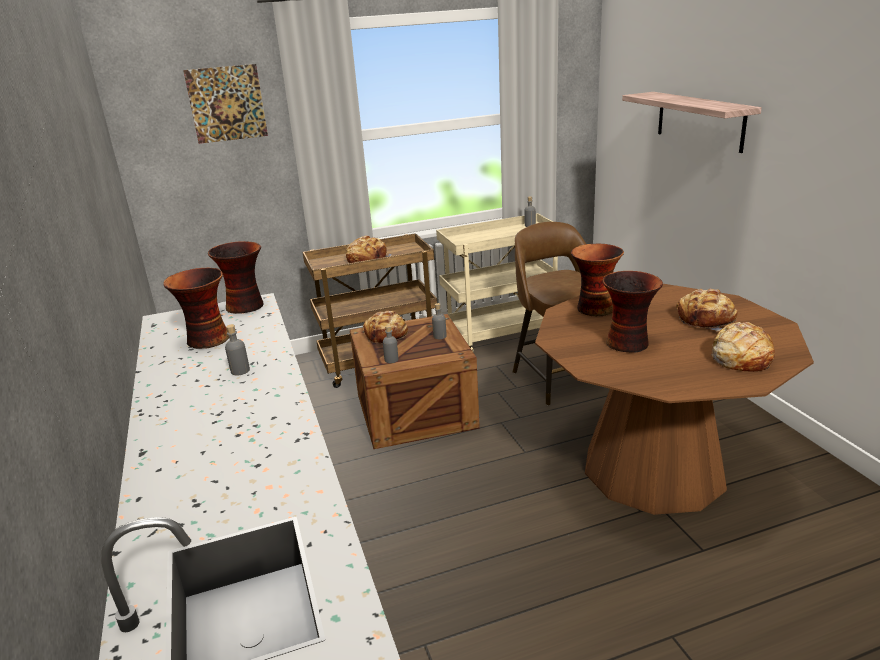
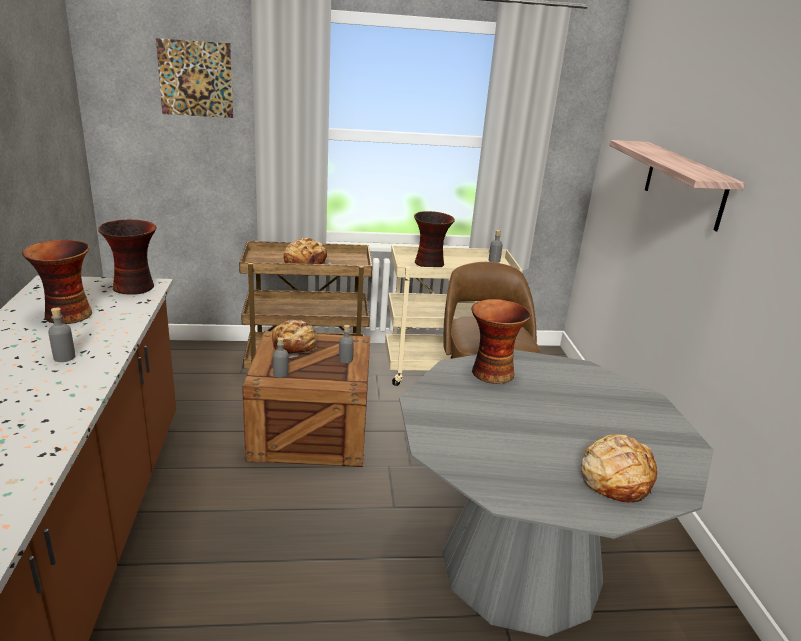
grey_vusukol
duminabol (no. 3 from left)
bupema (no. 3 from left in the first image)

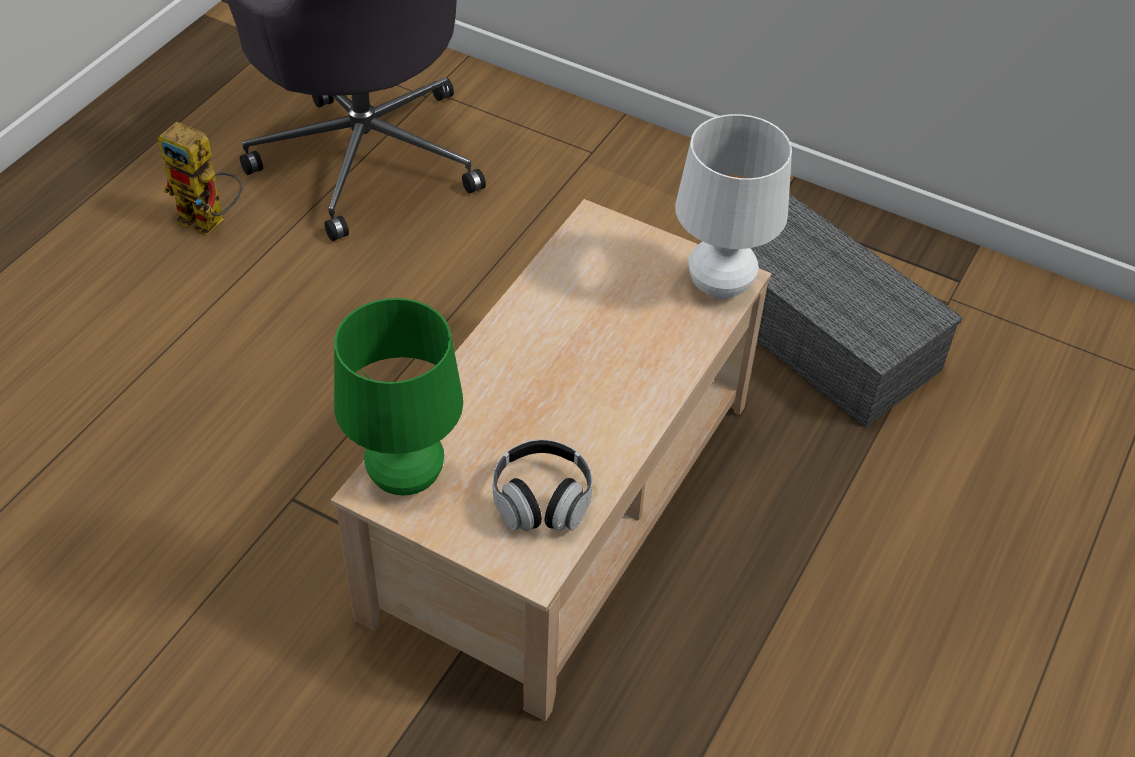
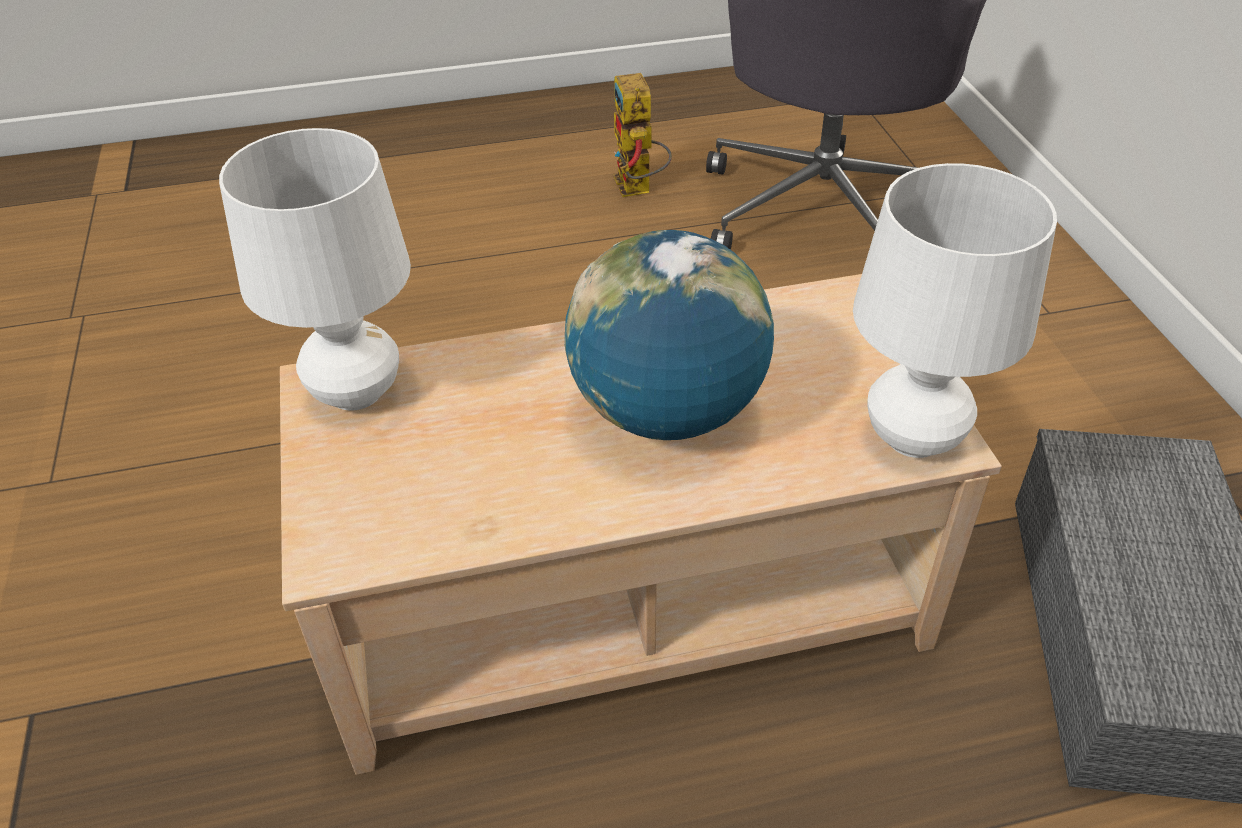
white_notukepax (no. 1 from left)
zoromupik
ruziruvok

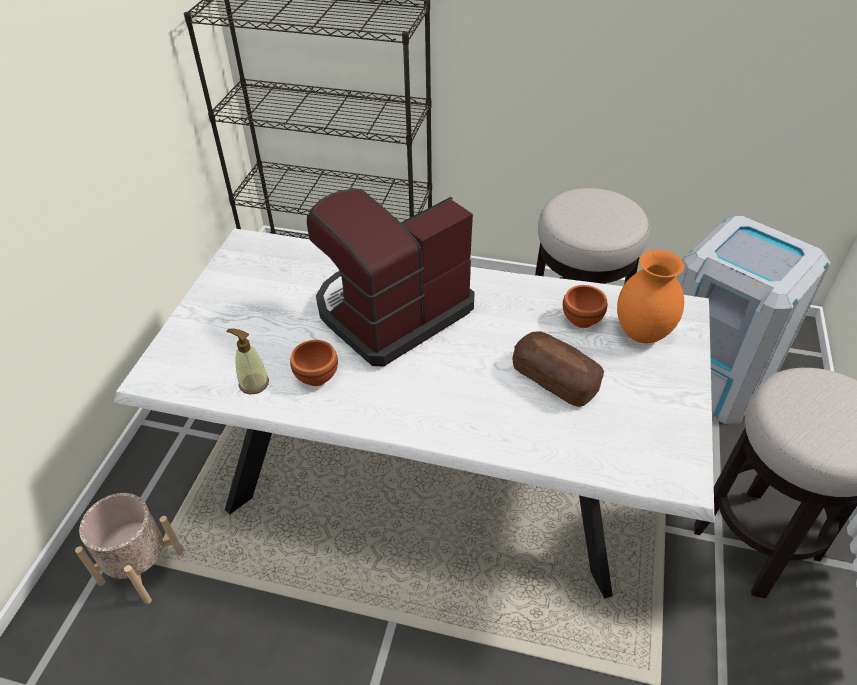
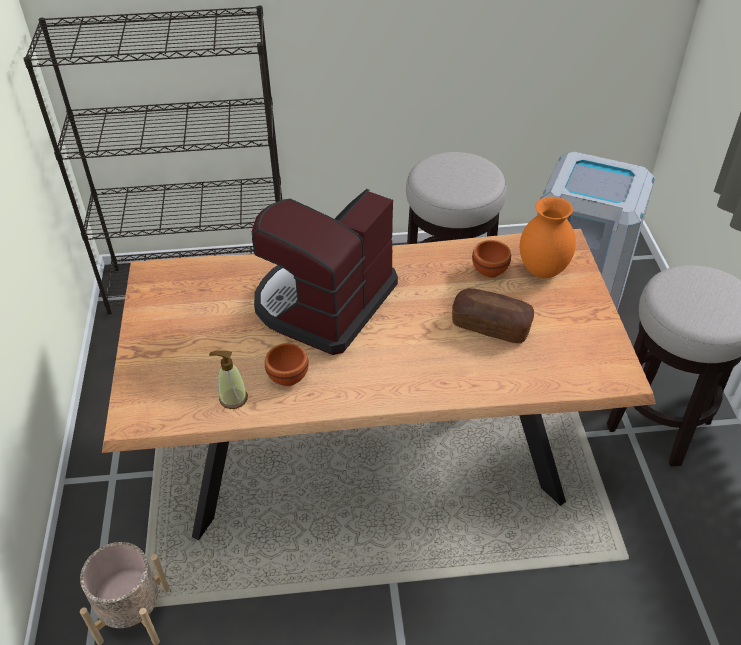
brown_vusukol

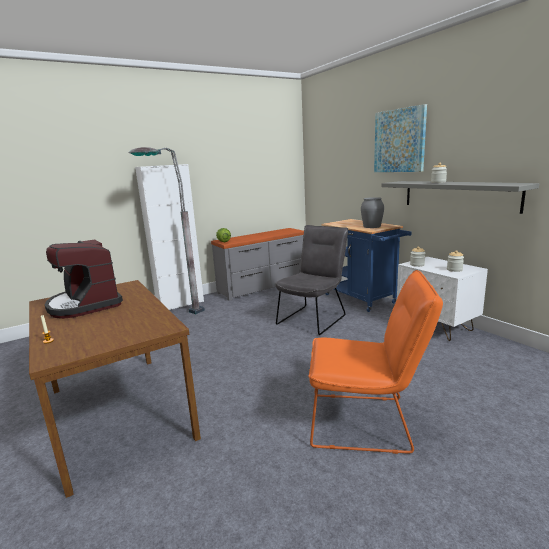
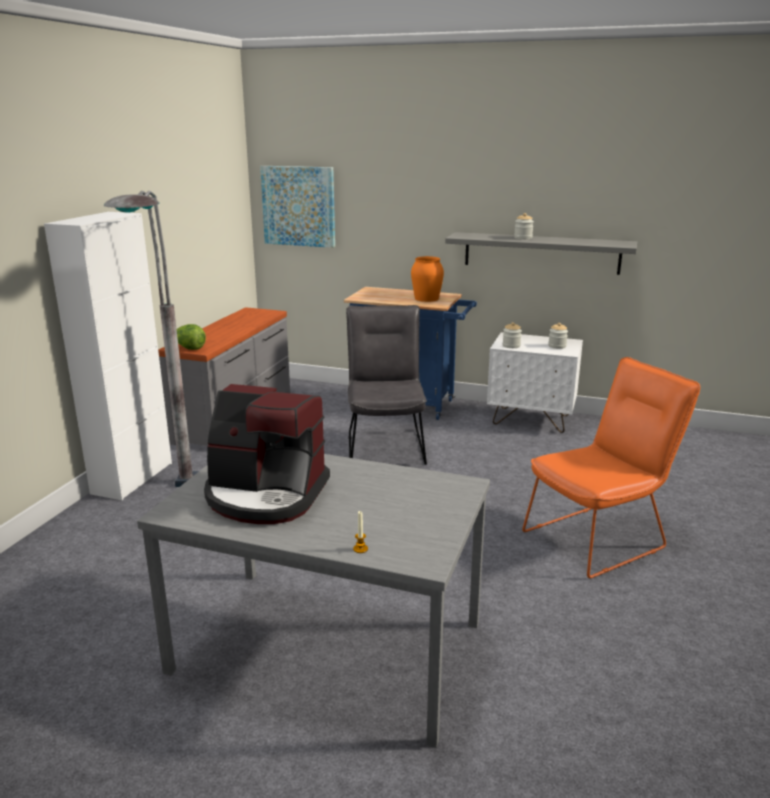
grey_vusukol
orange_duminabol
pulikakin

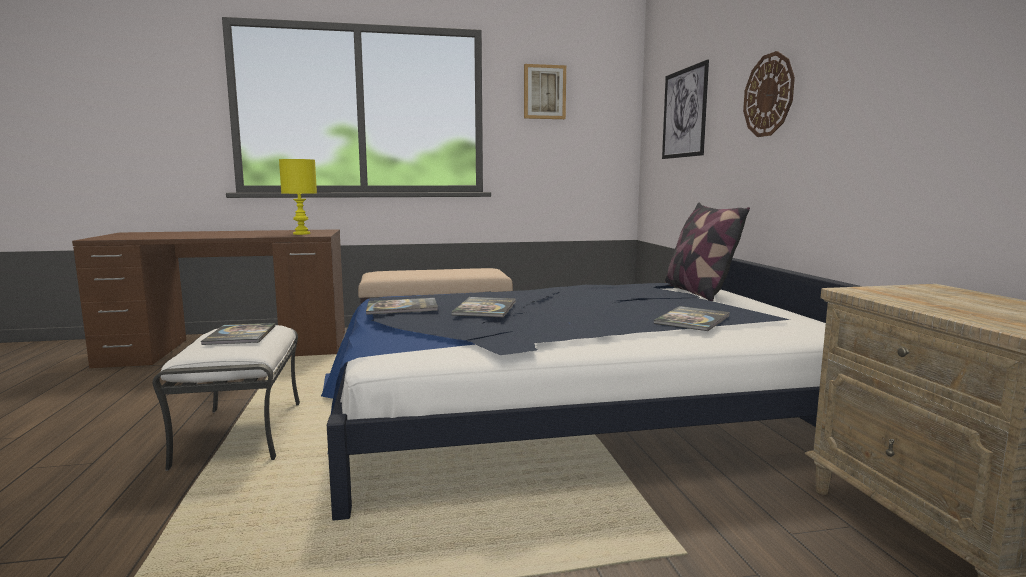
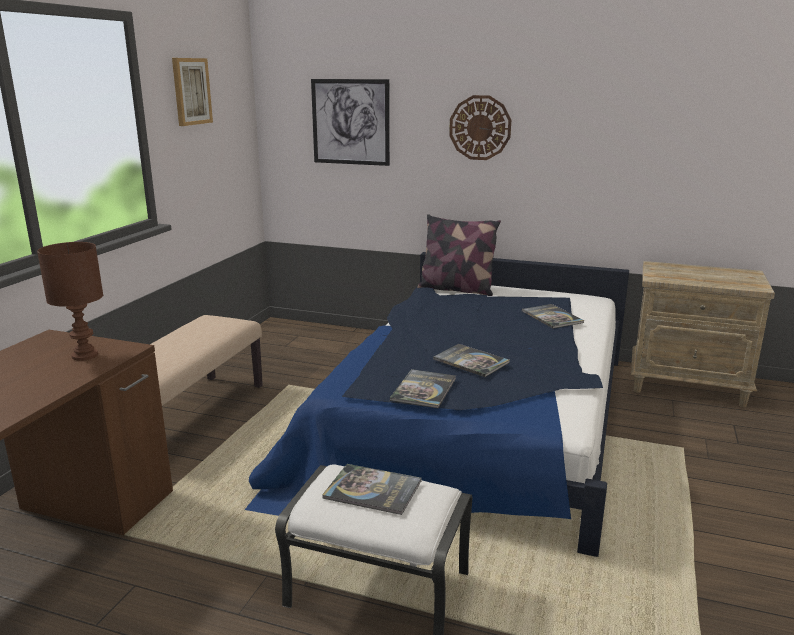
brown_notukepax

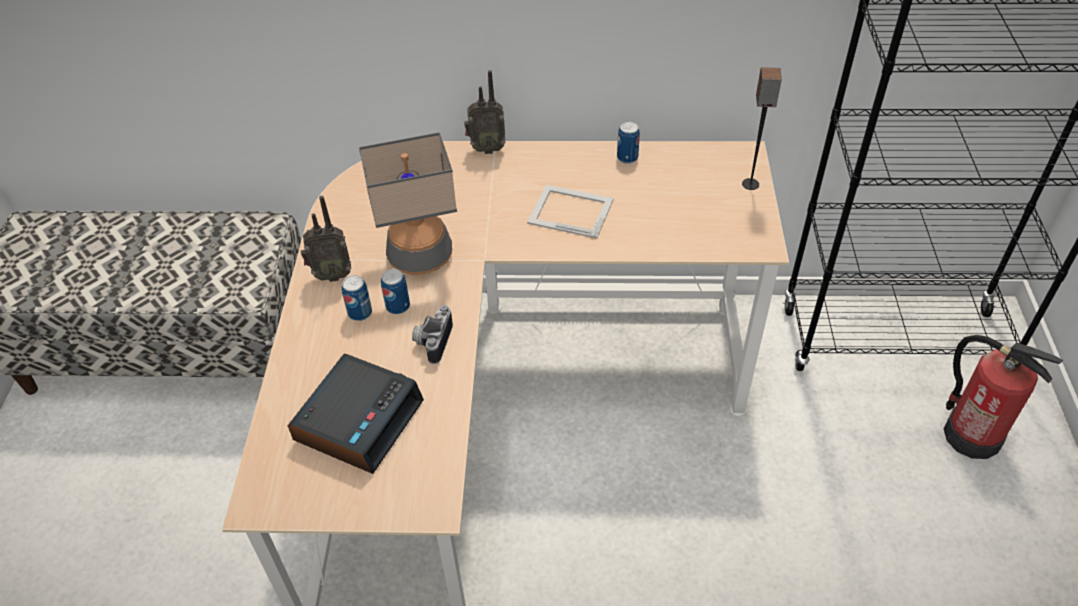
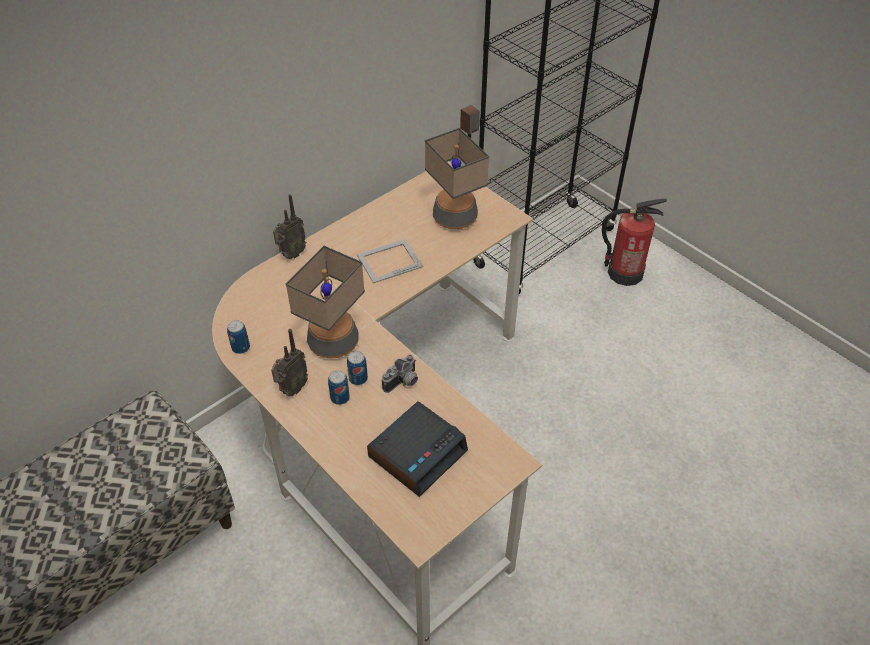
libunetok
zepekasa
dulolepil (no. 1 from left)
notukepax (no. 2 from left)

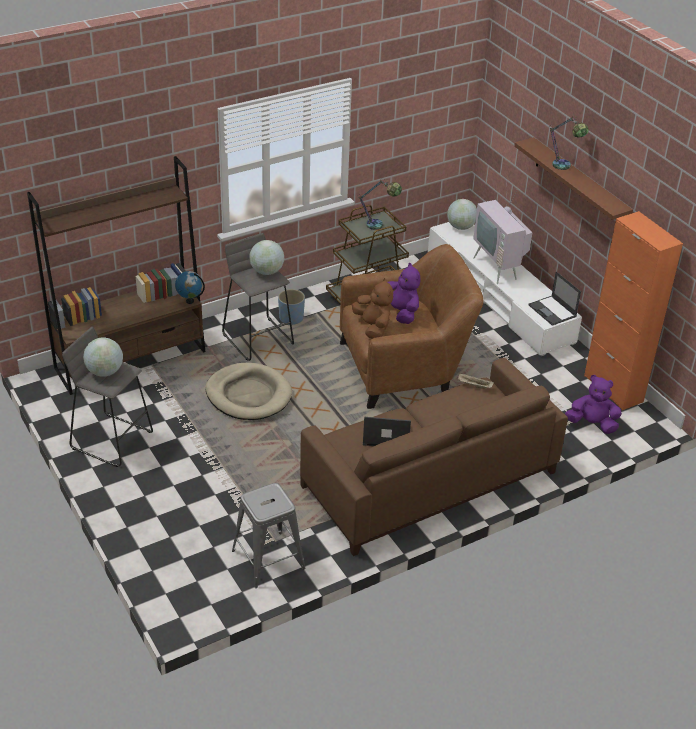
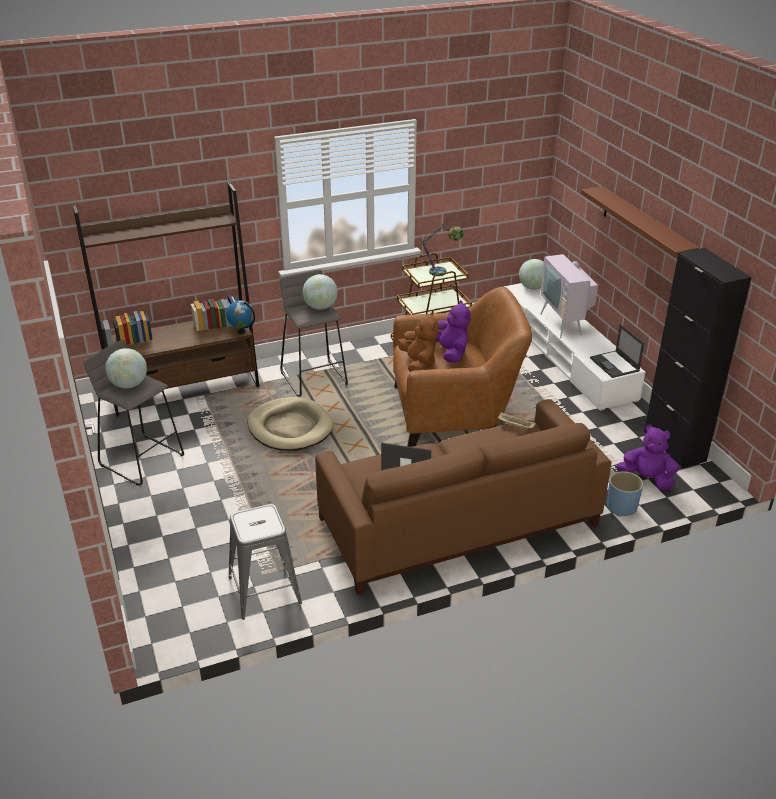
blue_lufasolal
notukepax (no. 2 from left in the first image)
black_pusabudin

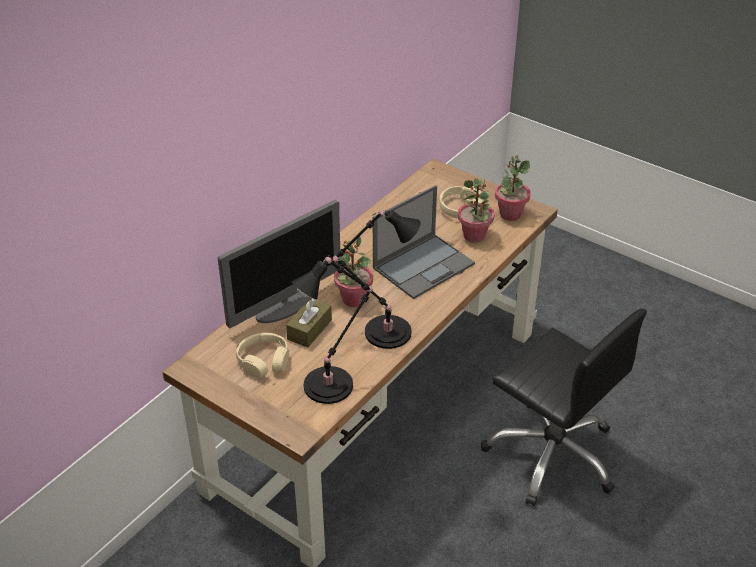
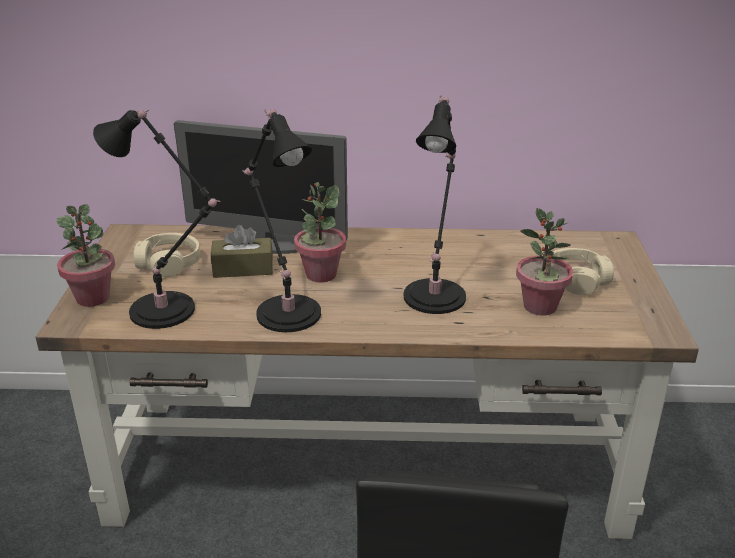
black_notukepax (no. 3 from left)
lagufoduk (no. 1 from left)

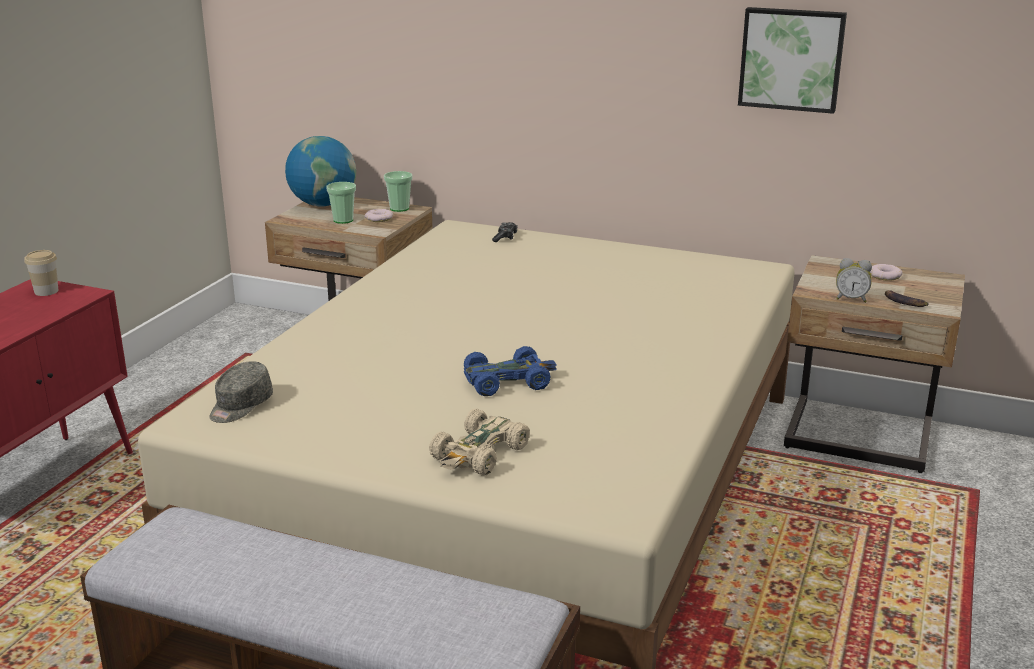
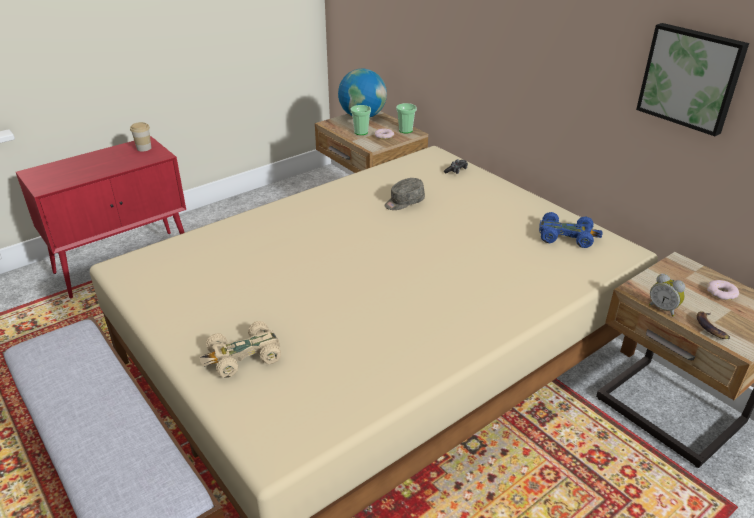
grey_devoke
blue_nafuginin

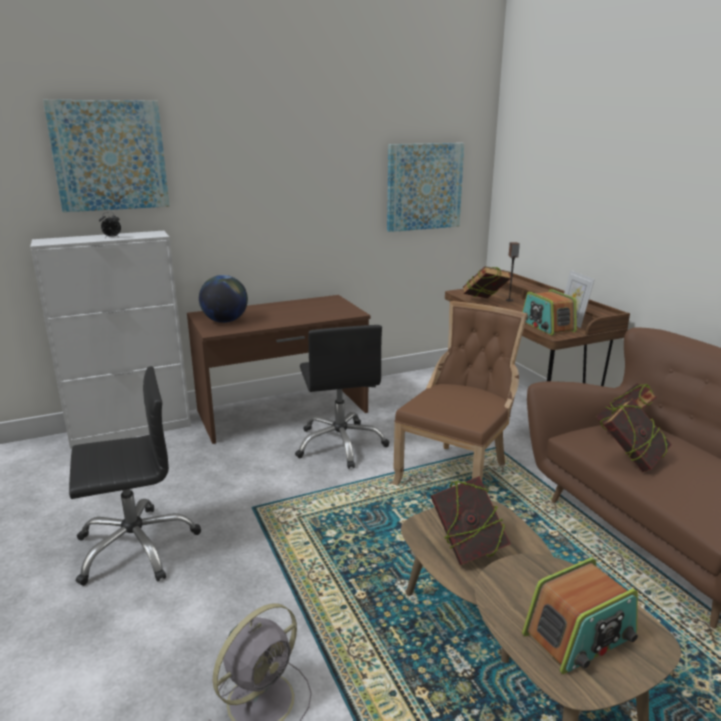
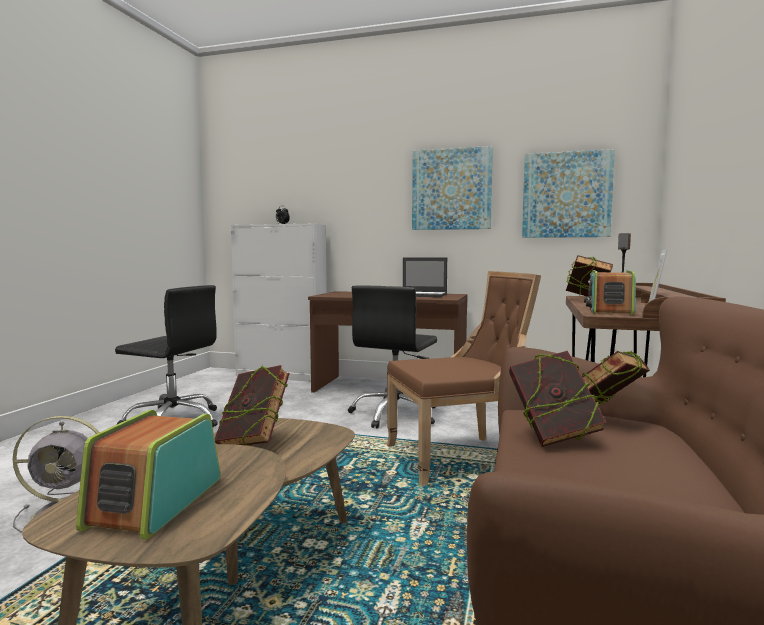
pulikakin (no. 1 from left)
ruziruvok
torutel (no. 1 from left)
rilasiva

